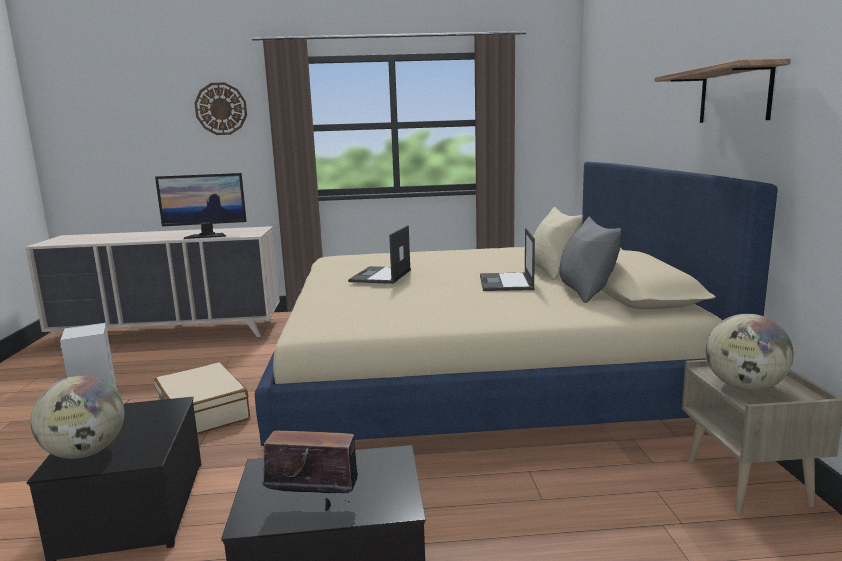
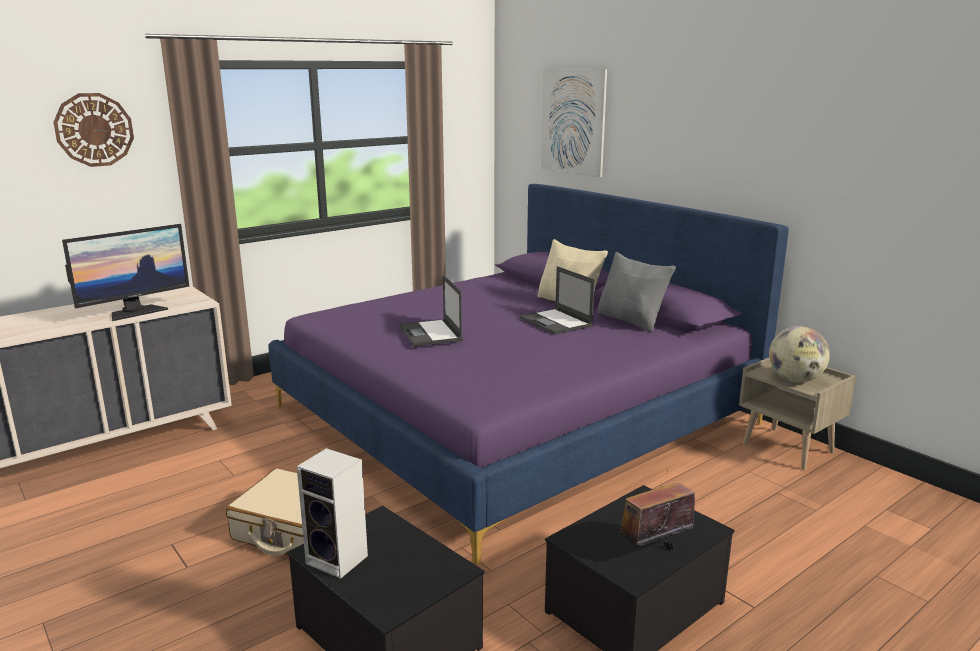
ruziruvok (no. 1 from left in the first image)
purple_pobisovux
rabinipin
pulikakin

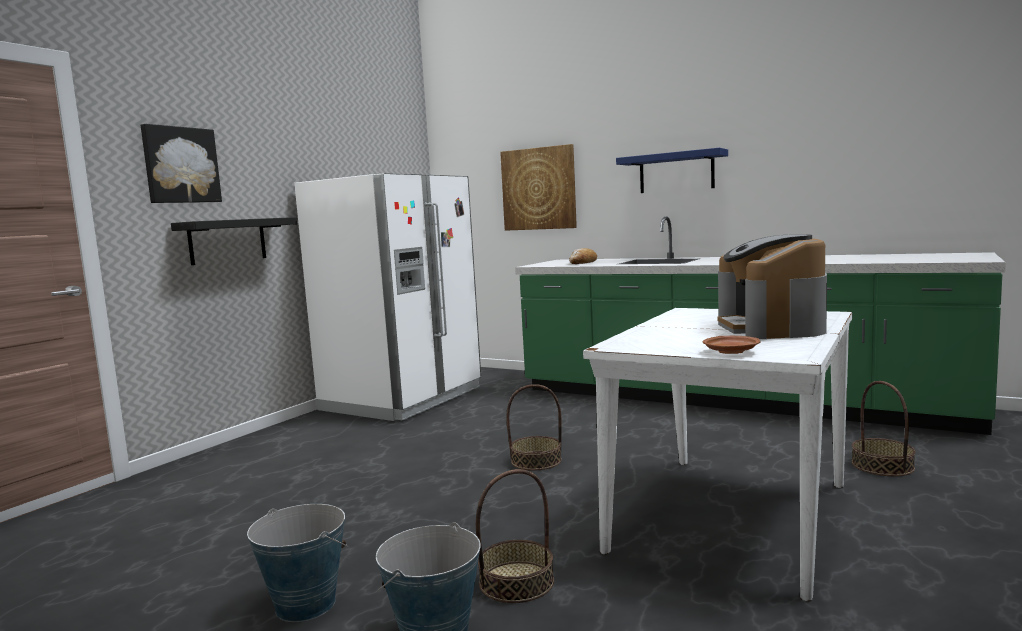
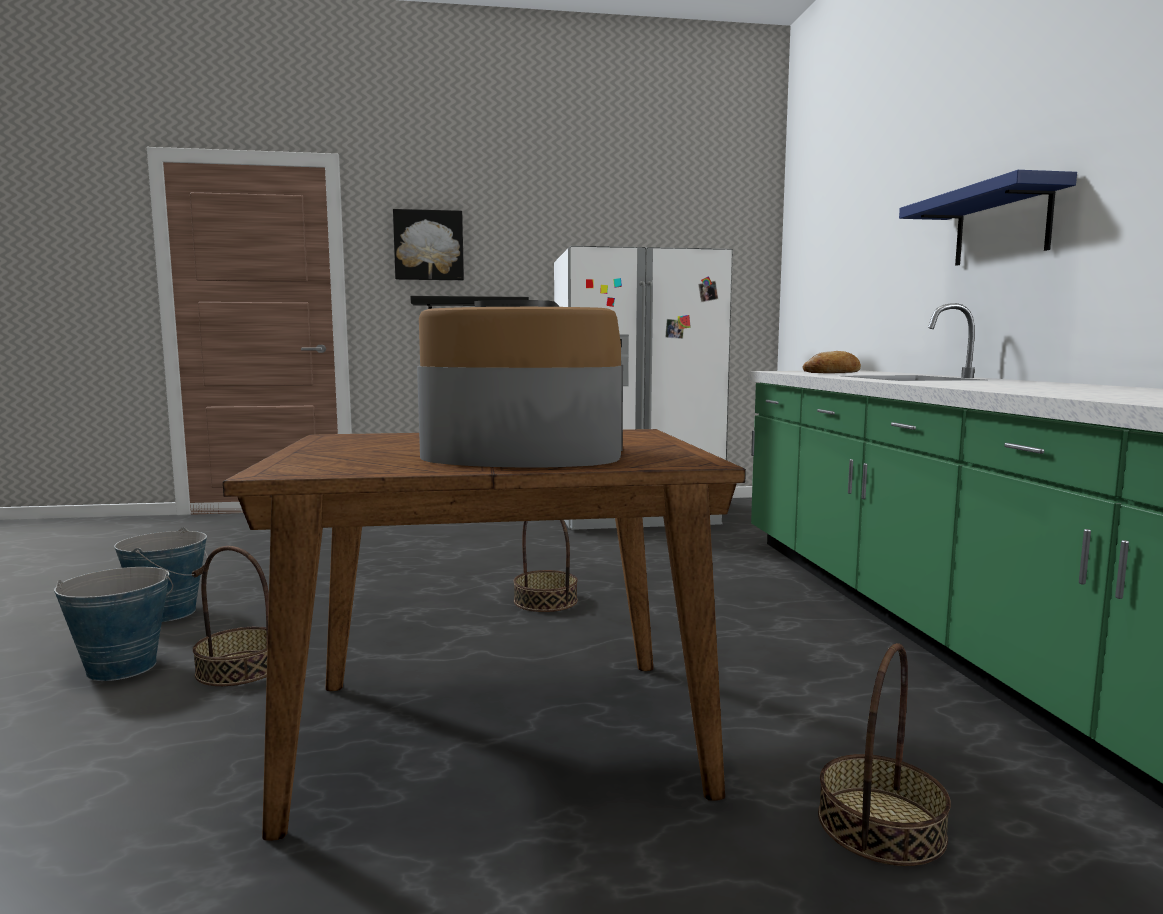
pulikakin (no. 2 from left in the first image)
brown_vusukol
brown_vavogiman
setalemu

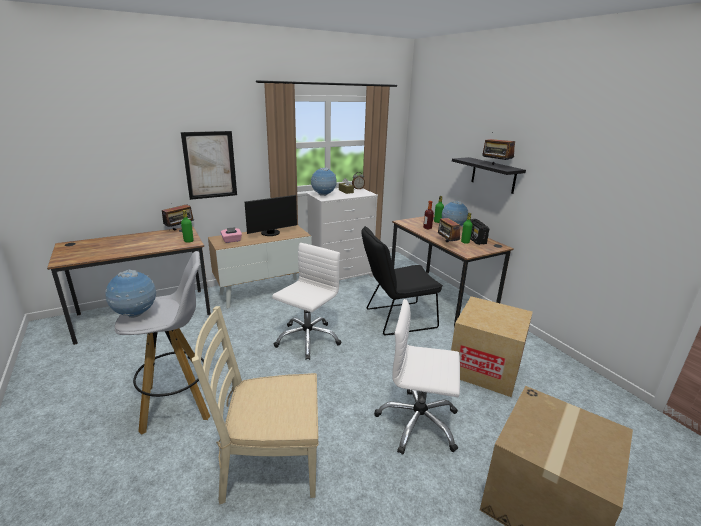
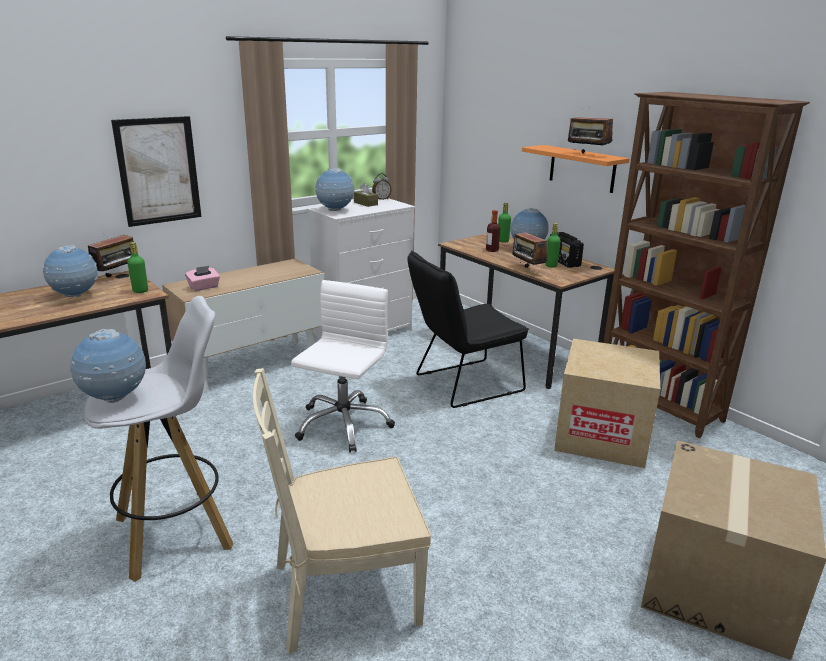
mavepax
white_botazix (no. 2 from left in the first image)
orange_rabinipin
ruziruvok (no. 1 from left)
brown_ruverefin

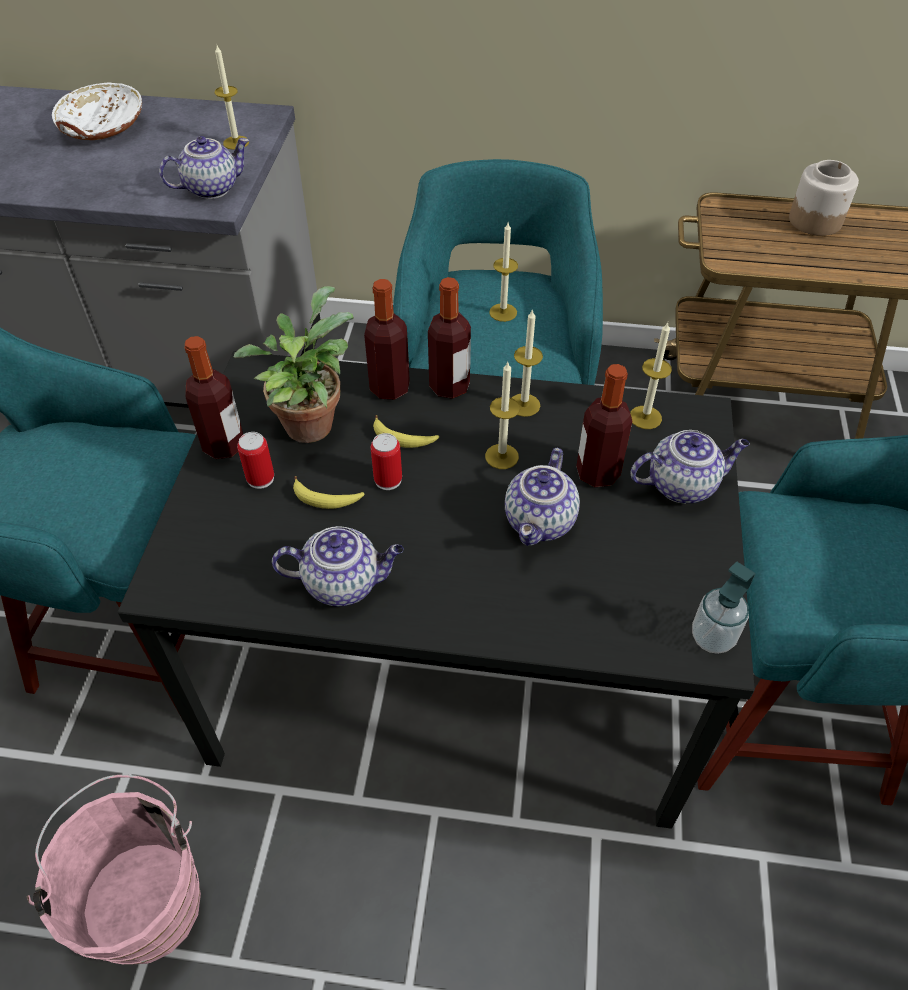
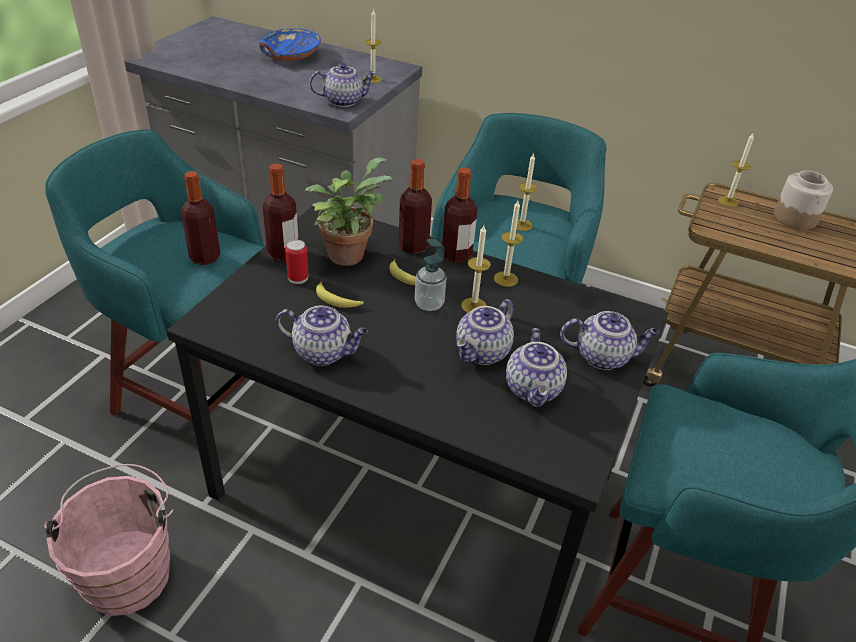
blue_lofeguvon
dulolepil (no. 2 from left in the first image)
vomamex (no. 1 from left)
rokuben (no. 5 from left)
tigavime
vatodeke (no. 4 from left)

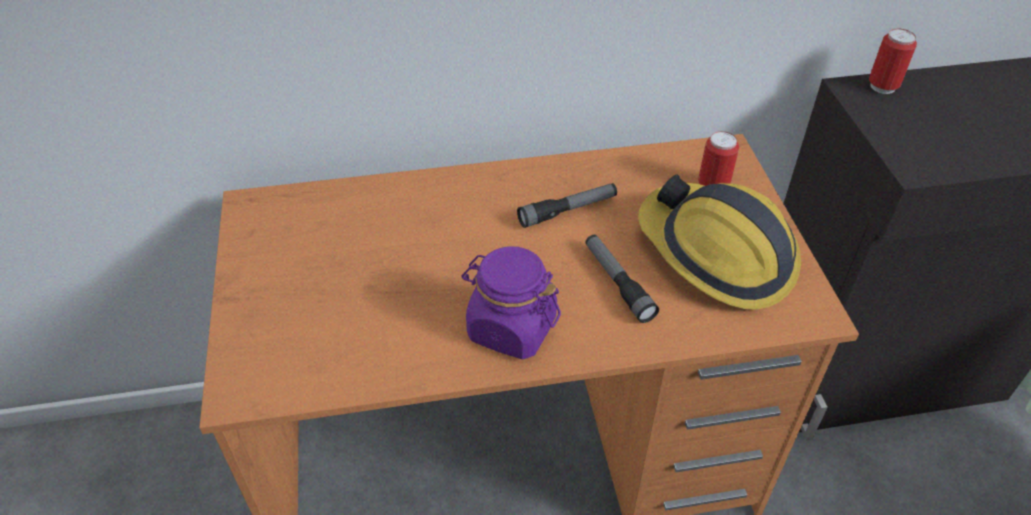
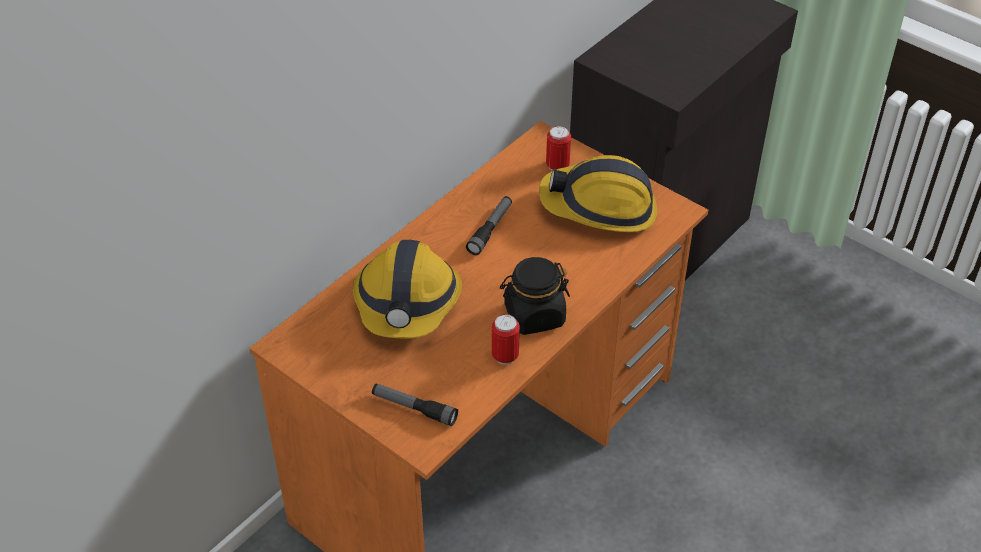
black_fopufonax
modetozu (no. 1 from left)
dulolepil (no. 1 from left)
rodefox (no. 1 from left)

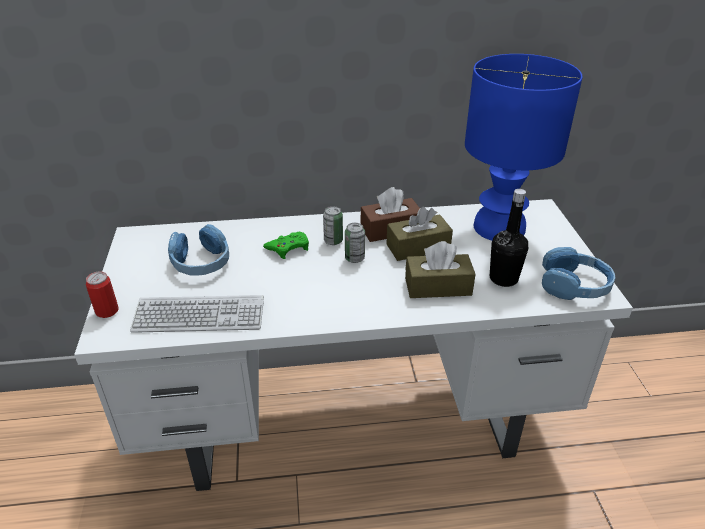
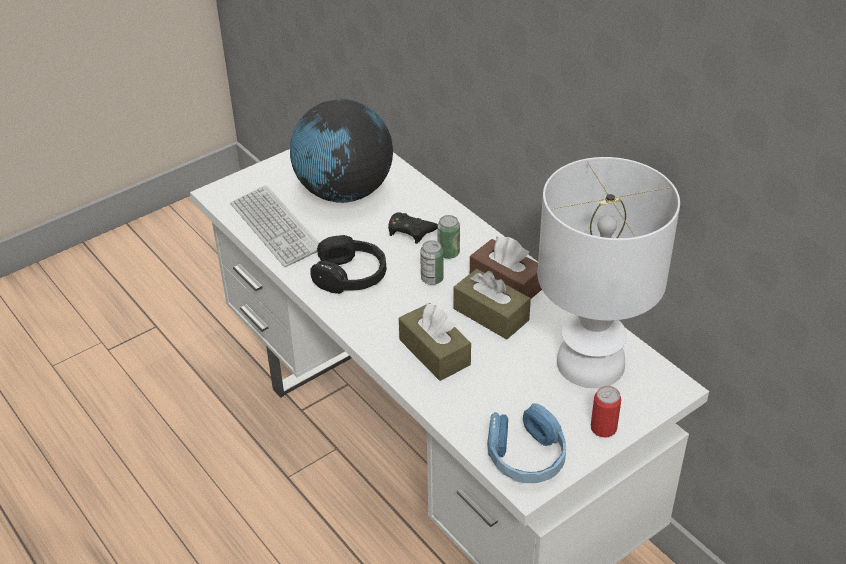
dulolepil (no. 3 from left)
ruziruvok
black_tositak
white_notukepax
black_vomamex
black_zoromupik

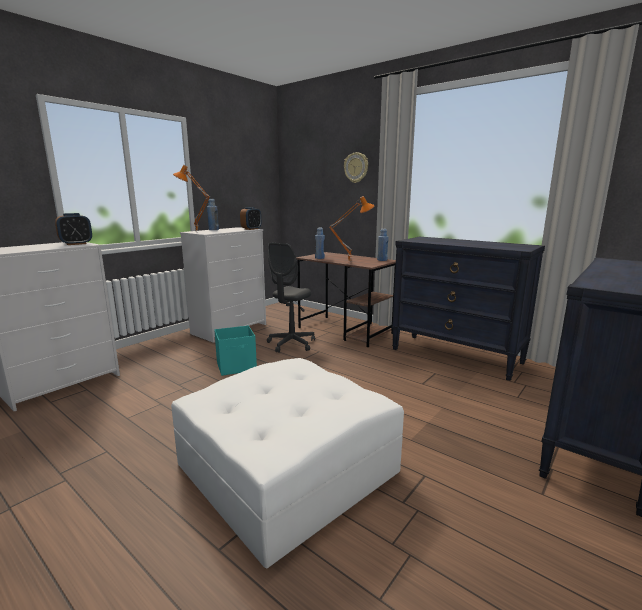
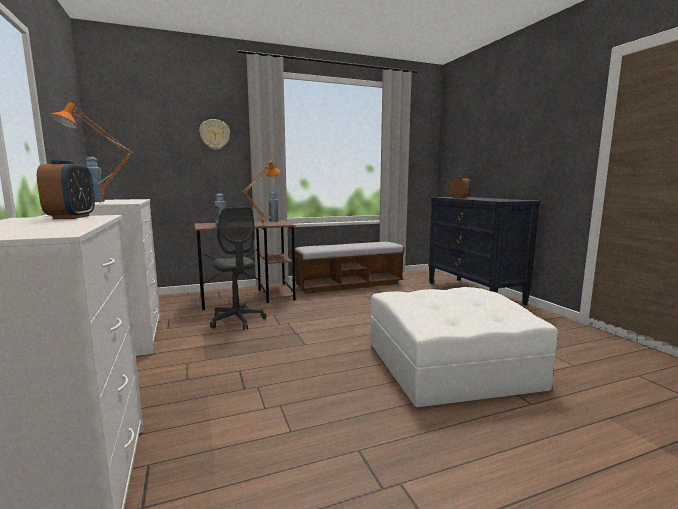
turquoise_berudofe
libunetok (no. 2 from left)
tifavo

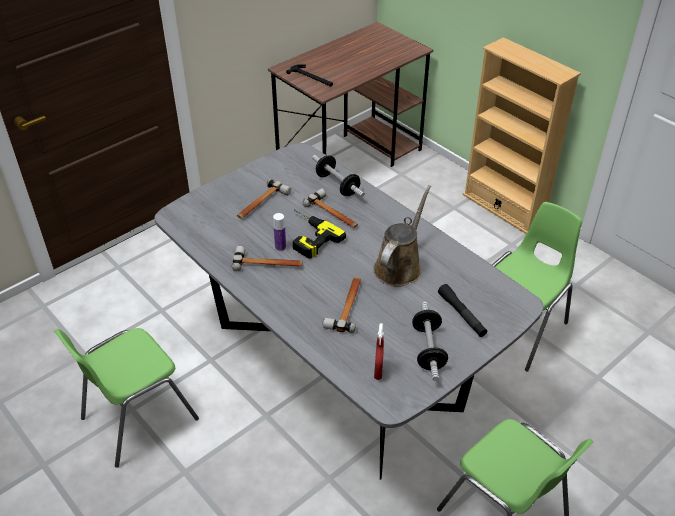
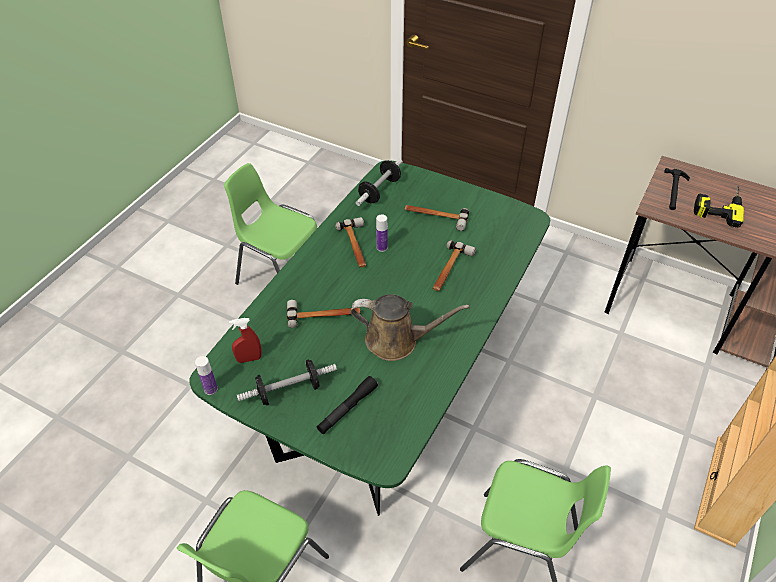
green_vusukol
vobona
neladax (no. 2 from left)
vomamex (no. 1 from left)

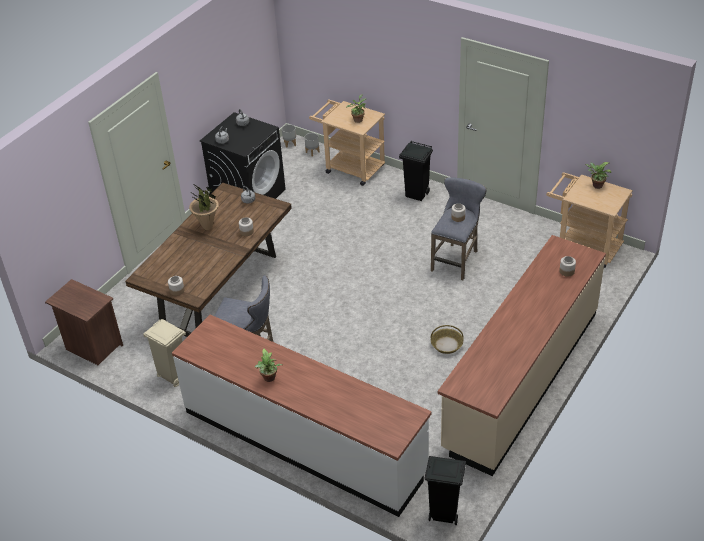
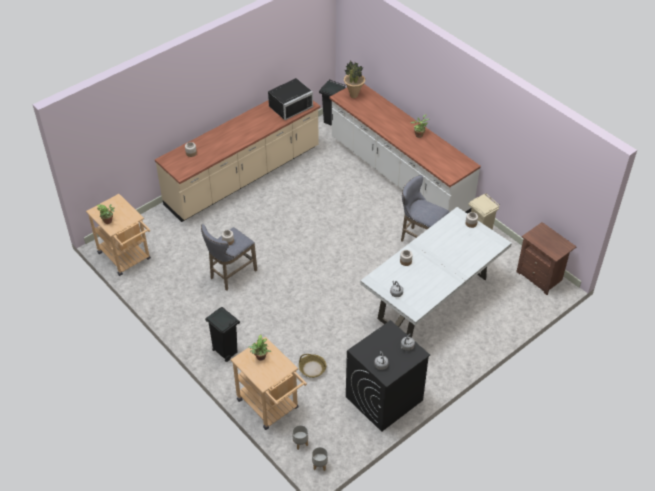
white_vusukol
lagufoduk (no. 3 from left)
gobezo
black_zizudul

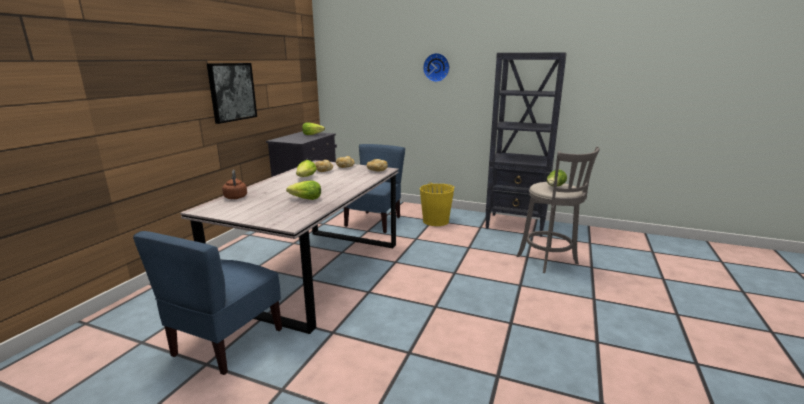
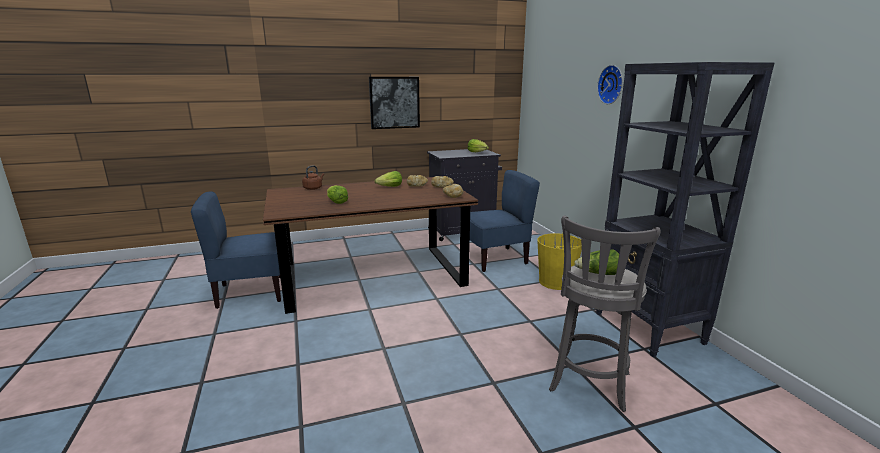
brown_vusukol

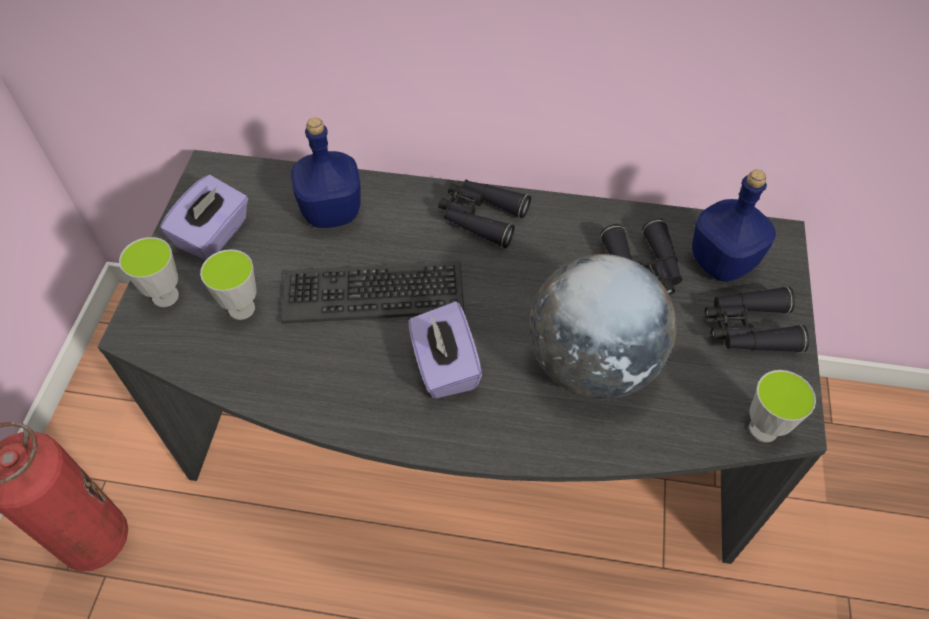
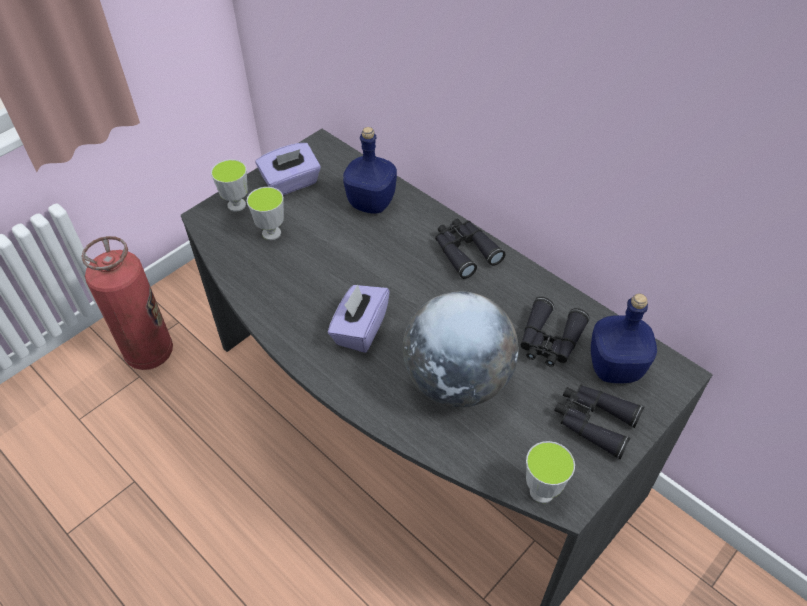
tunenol

